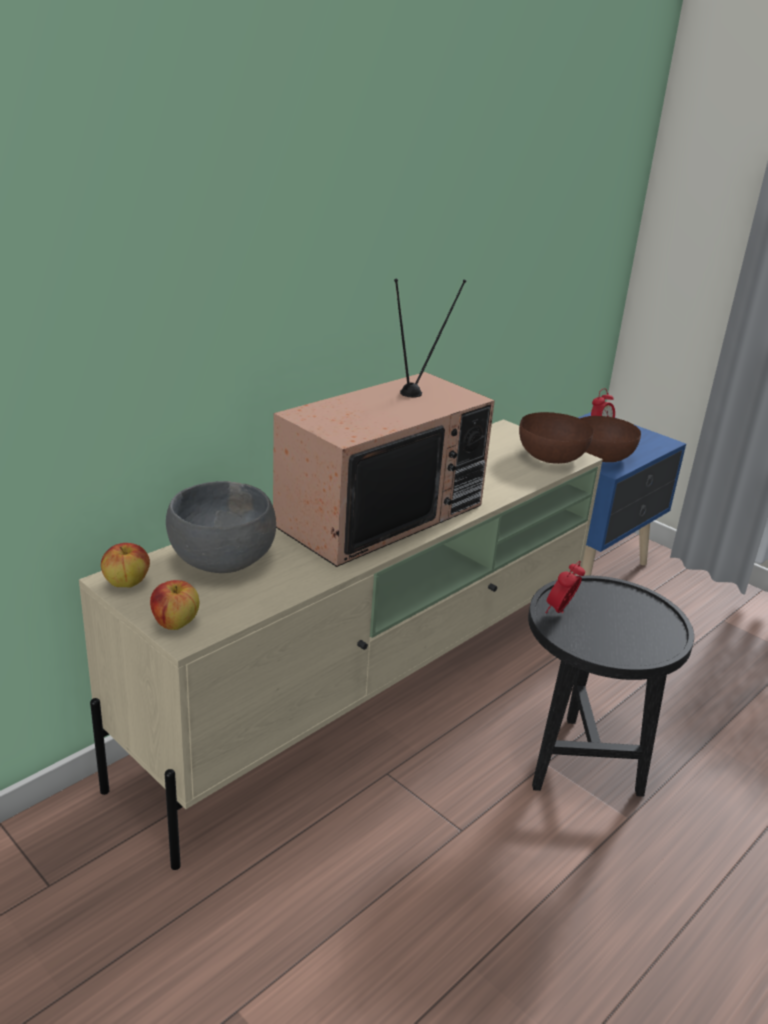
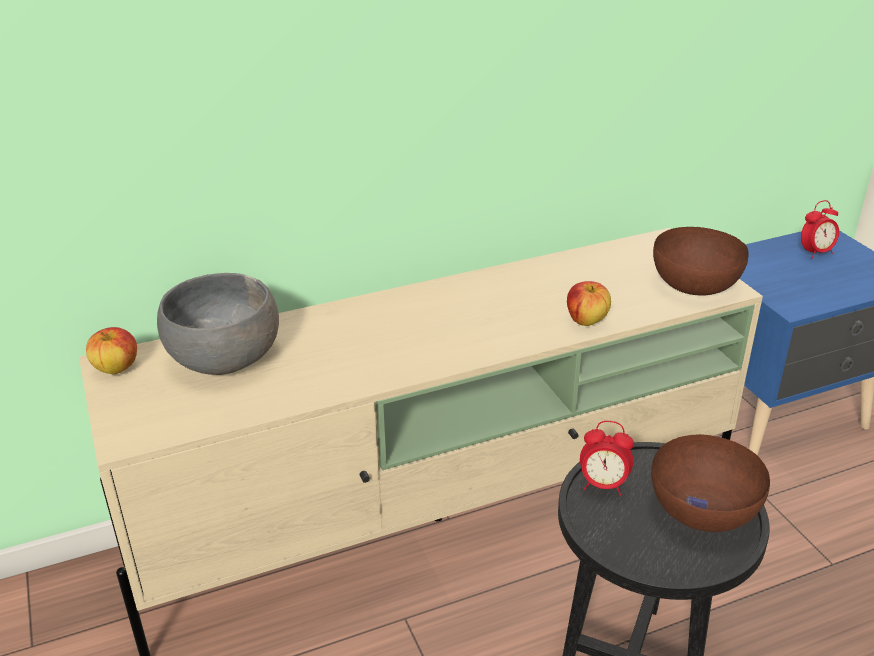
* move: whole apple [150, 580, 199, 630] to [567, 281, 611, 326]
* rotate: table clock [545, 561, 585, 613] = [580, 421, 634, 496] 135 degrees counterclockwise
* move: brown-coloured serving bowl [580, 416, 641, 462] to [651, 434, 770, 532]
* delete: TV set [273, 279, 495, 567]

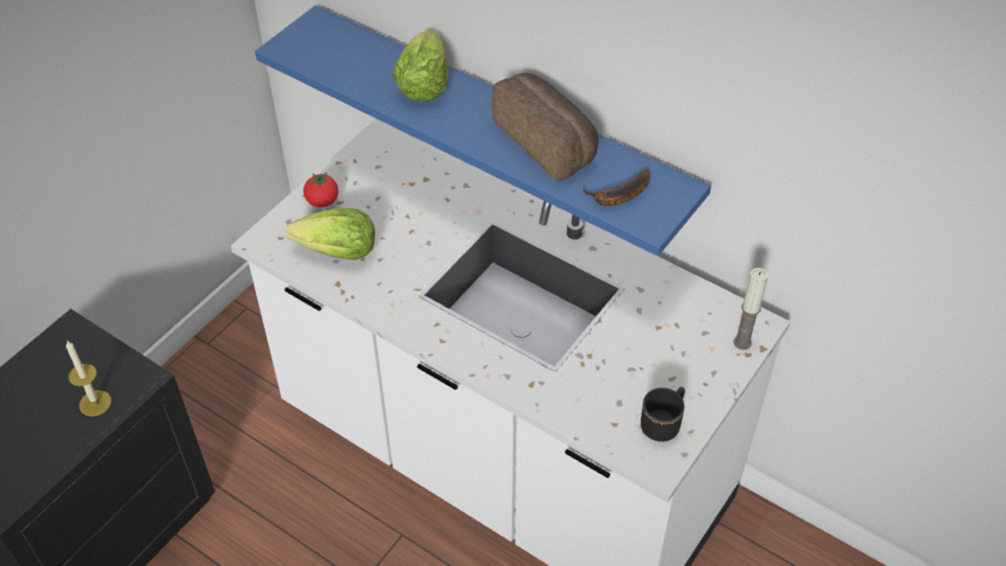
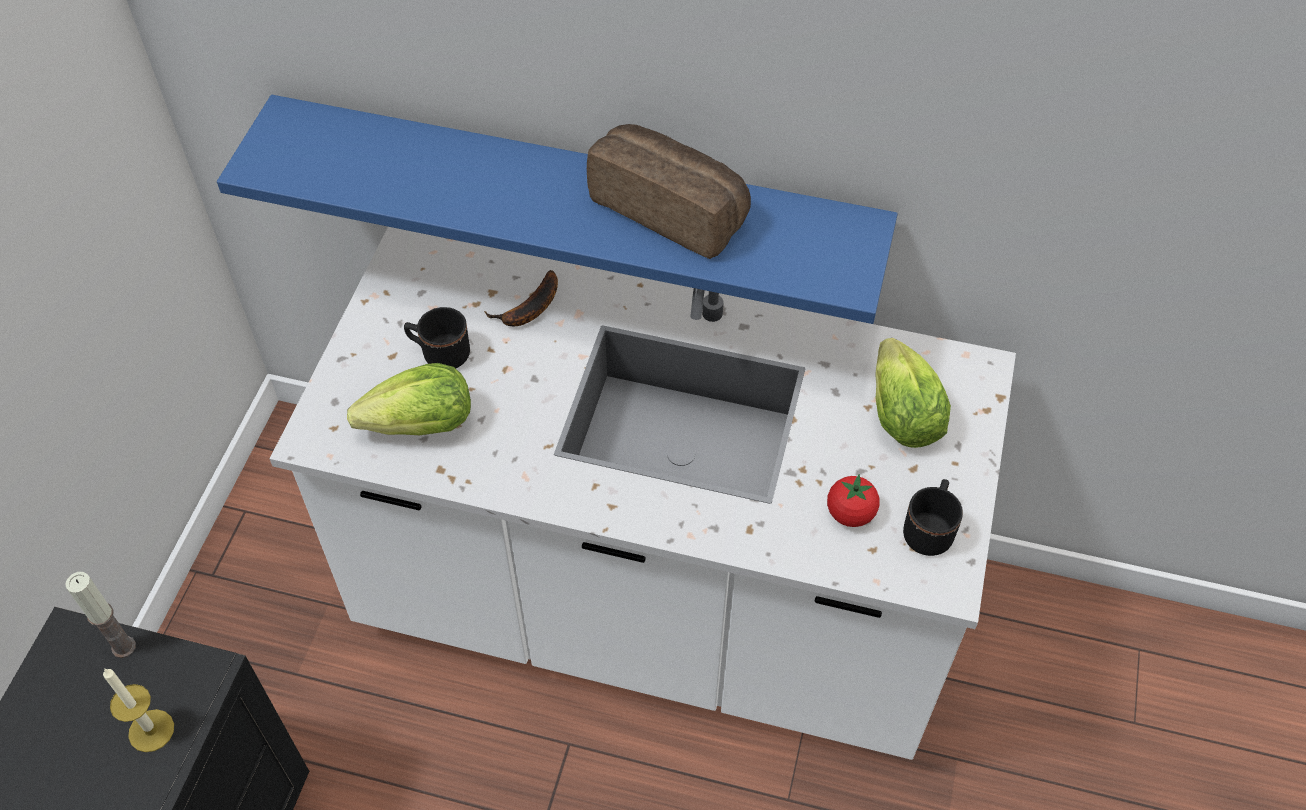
* move: wax light [733, 268, 768, 350] to [65, 572, 136, 658]
* insert: blackish mug [404, 307, 470, 368]
* move: banana fruit [582, 170, 650, 206] to [484, 270, 558, 326]
* move: whole tomato [303, 172, 338, 207] to [827, 474, 879, 527]
* move: lettuce [393, 29, 448, 102] to [875, 338, 951, 448]

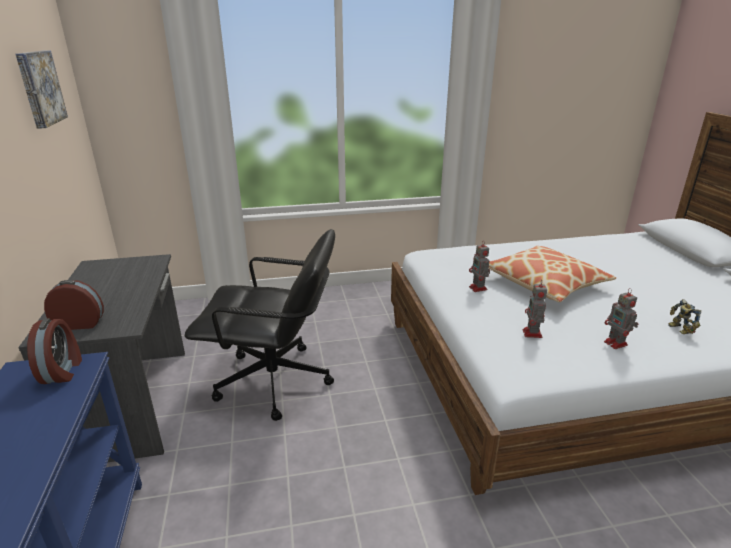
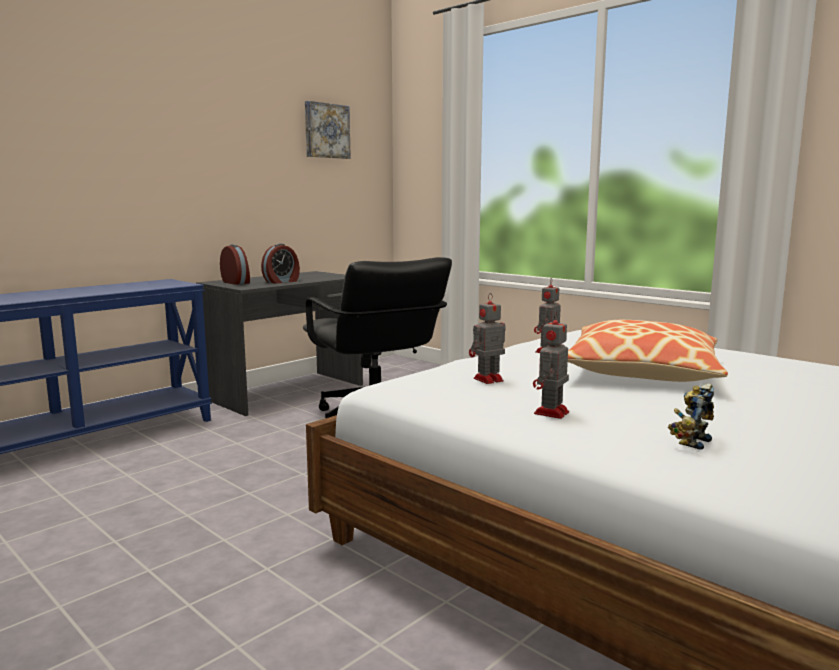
* move: table clock [27, 318, 82, 384] to [261, 244, 300, 284]

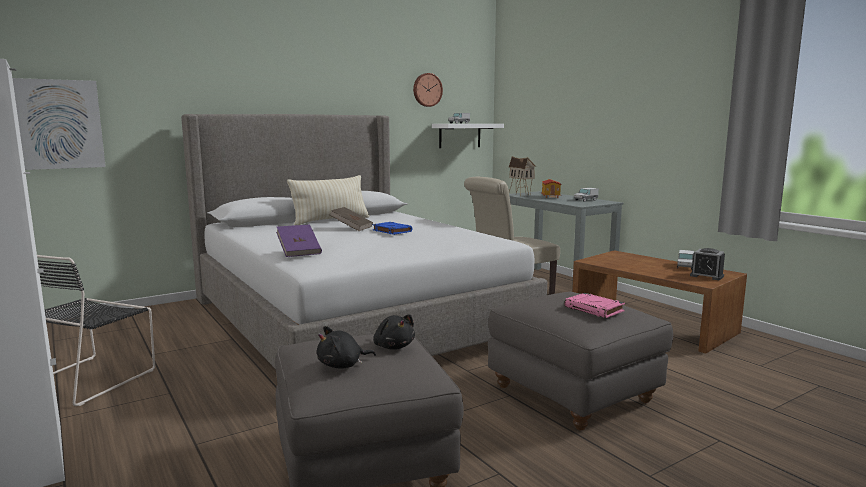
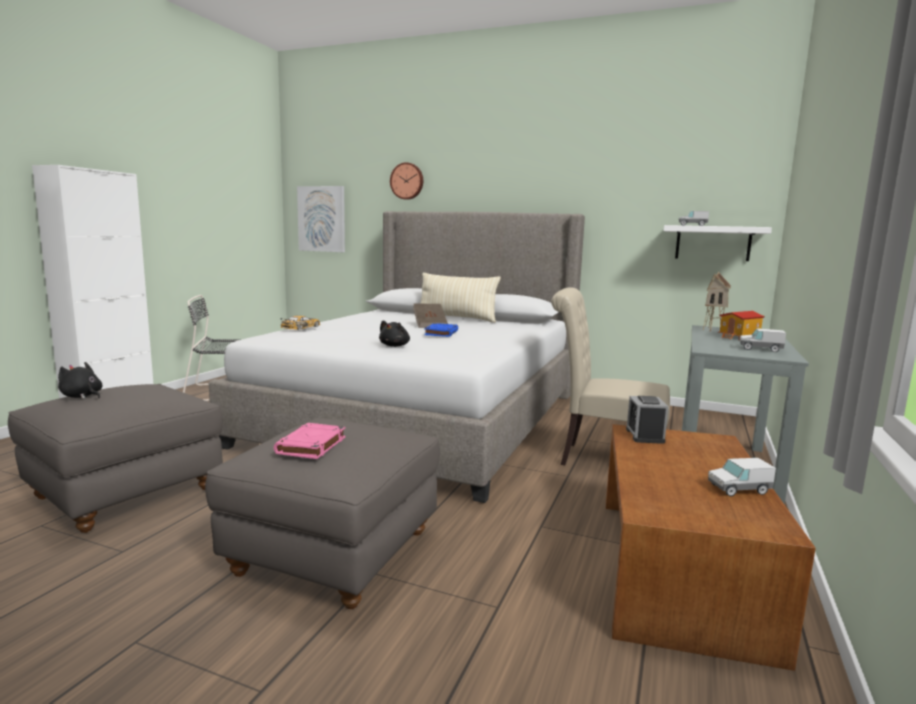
* replace: purplish bound book [276, 224, 322, 257] to model car [280, 316, 320, 330]
* move: blackish soft toy [373, 314, 415, 350] to [379, 320, 410, 347]
* move: hanging clock [413, 73, 443, 107] to [390, 162, 423, 200]
* move: table clock [690, 248, 725, 280] to [626, 396, 668, 444]

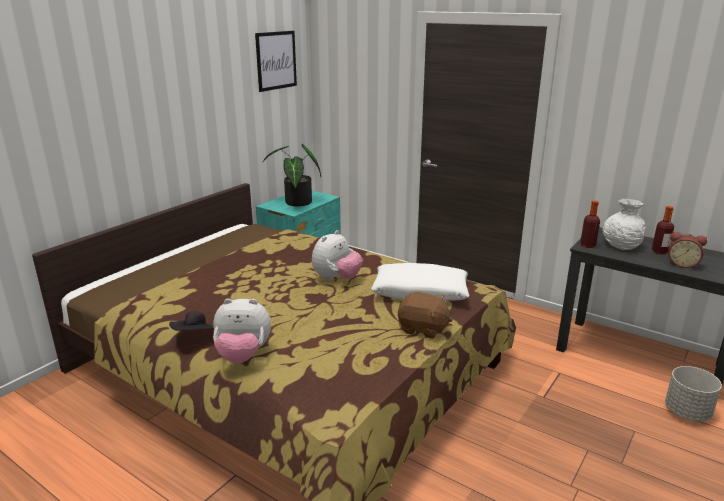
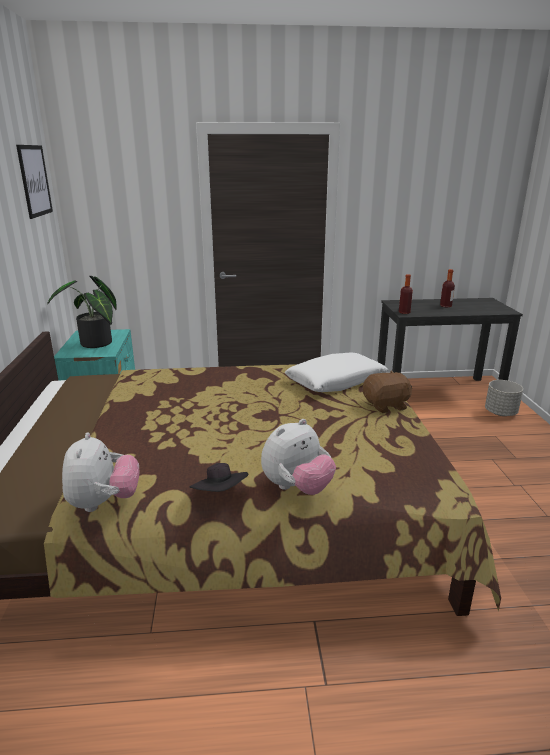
* move: soft toy [312, 230, 363, 281] to [62, 433, 139, 512]
* delete: white decorative vase [602, 199, 646, 250]
* delete: table clock [668, 232, 707, 268]

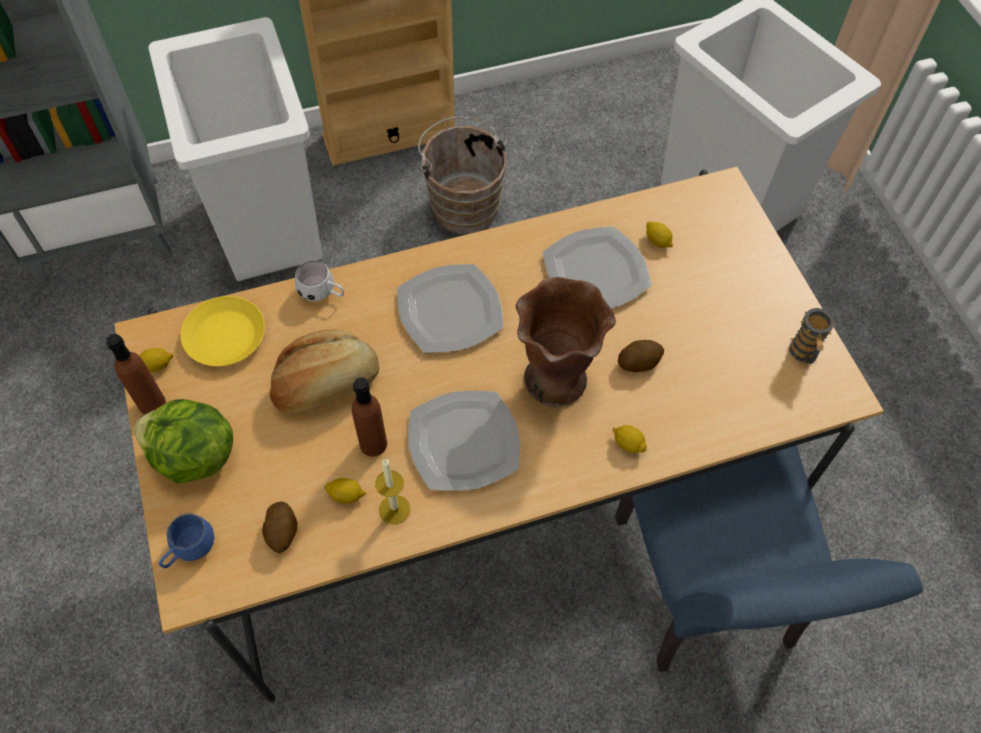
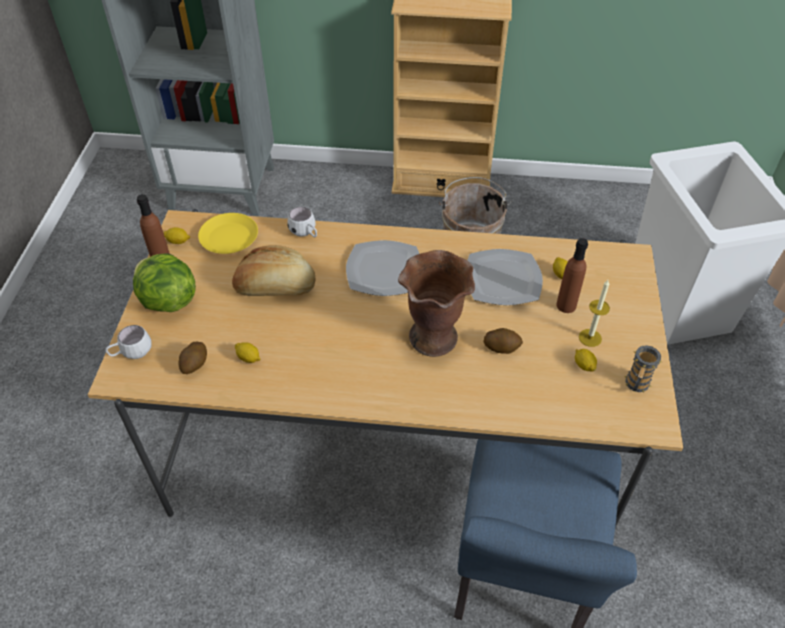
* recolor: blue-coloured mug [159, 514, 214, 568] to white mug [106, 325, 152, 359]
* move: brown-coloured drink bottle [352, 377, 387, 457] to [556, 238, 588, 313]
* move: lemon [613, 425, 647, 453] to [575, 349, 597, 372]
* move: wax light [375, 459, 410, 524] to [579, 280, 610, 347]
* delete: white waste bin [149, 17, 323, 281]
* delete: flat dish [408, 391, 520, 491]

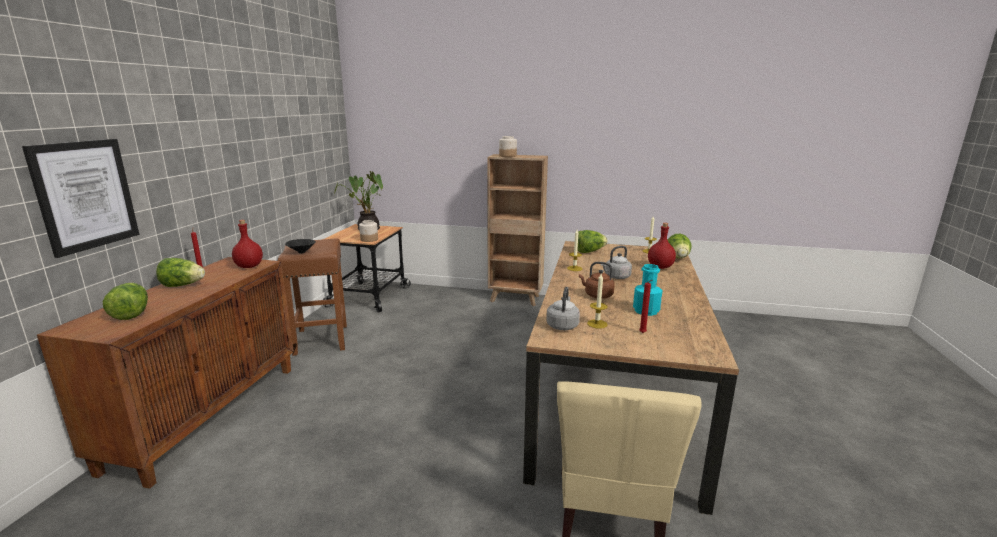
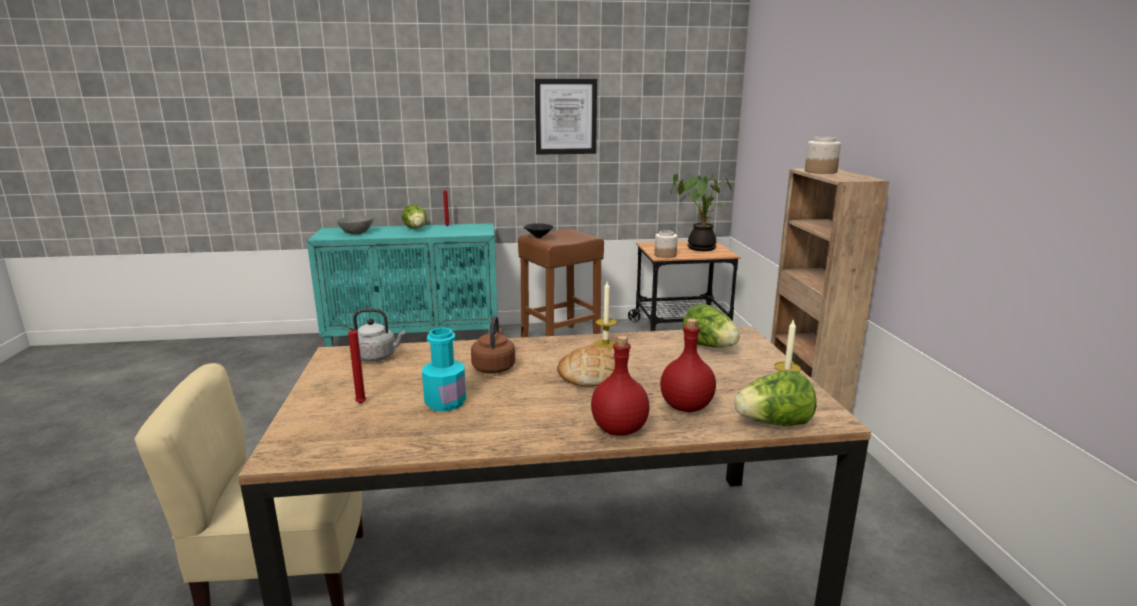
* recolor: brown-coloured cupboard [37, 257, 294, 489] to turquoise-coloured cupboard [307, 223, 498, 347]
* replace: lettuce [103, 283, 148, 320] to gray serving bowl [337, 215, 373, 234]
* move: picture [22, 139, 139, 258] to [535, 79, 597, 155]
* replace: gray water kettle [601, 246, 632, 279] to bread [557, 345, 615, 386]
* move: red drink bottle [232, 220, 263, 268] to [591, 335, 649, 436]
* delete: wax light [587, 274, 608, 329]

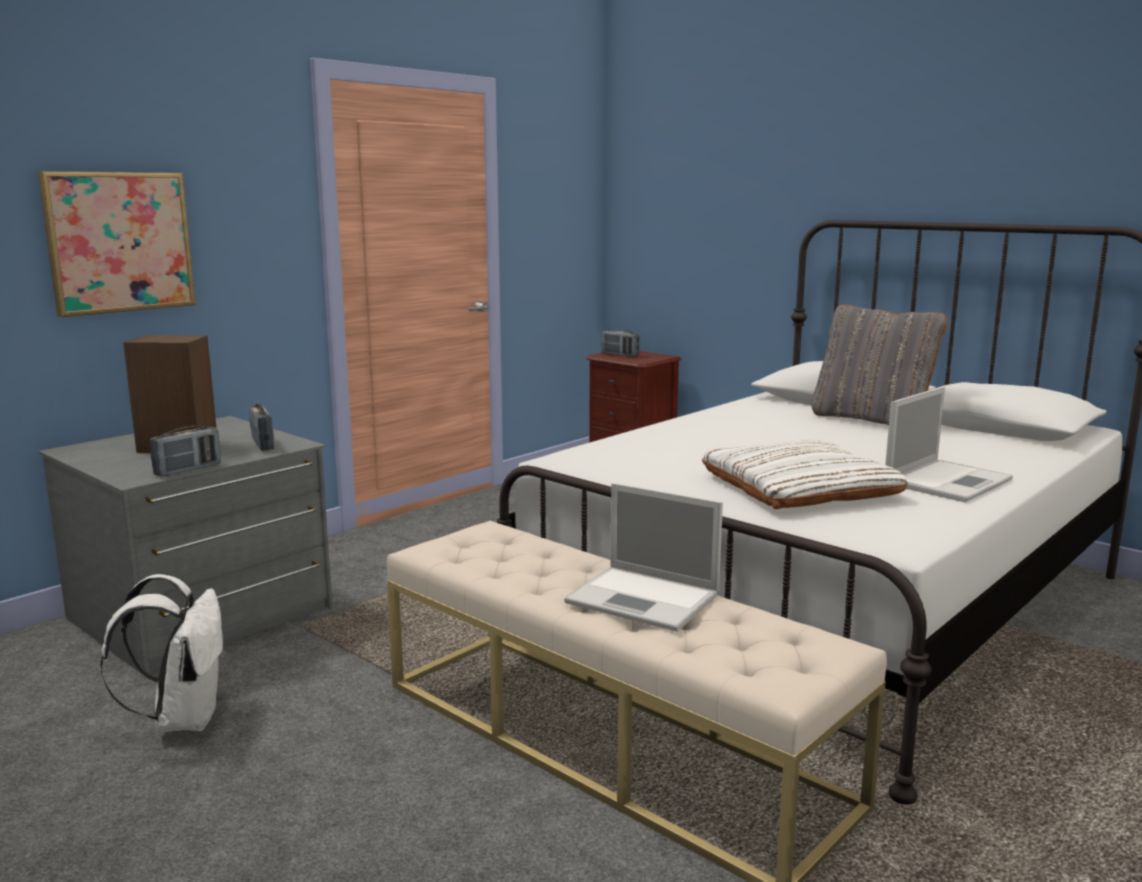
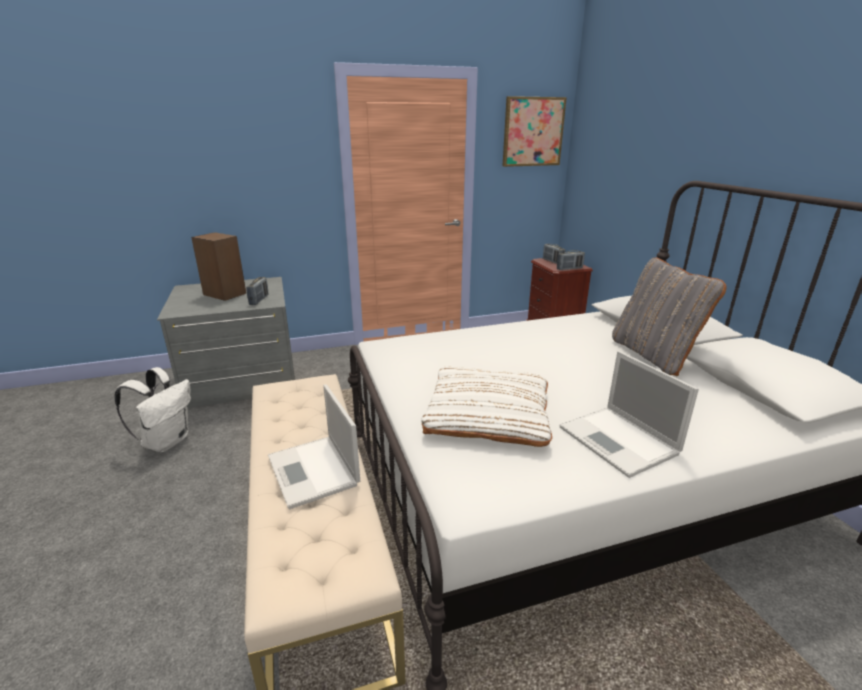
* move: picture [38, 171, 196, 317] to [503, 96, 567, 167]
* move: radio set [150, 426, 221, 476] to [557, 250, 585, 270]
* rotate: portable computer [885, 387, 1013, 502] = [560, 351, 699, 478] 75 degrees clockwise

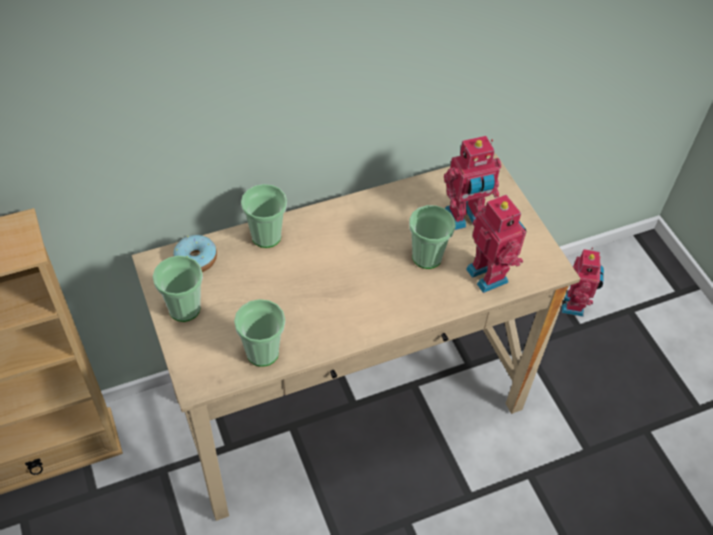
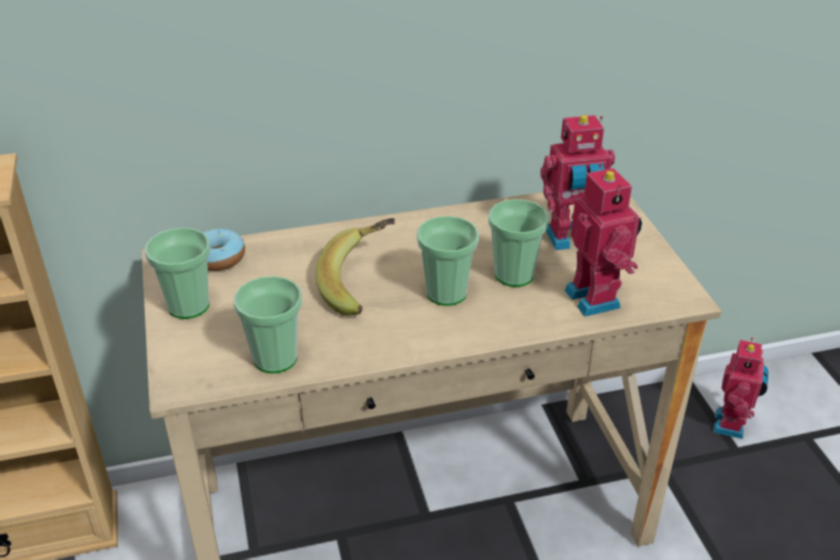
* insert: banana fruit [316, 218, 395, 316]
* move: drinking cup [241, 184, 287, 248] to [417, 216, 479, 306]

